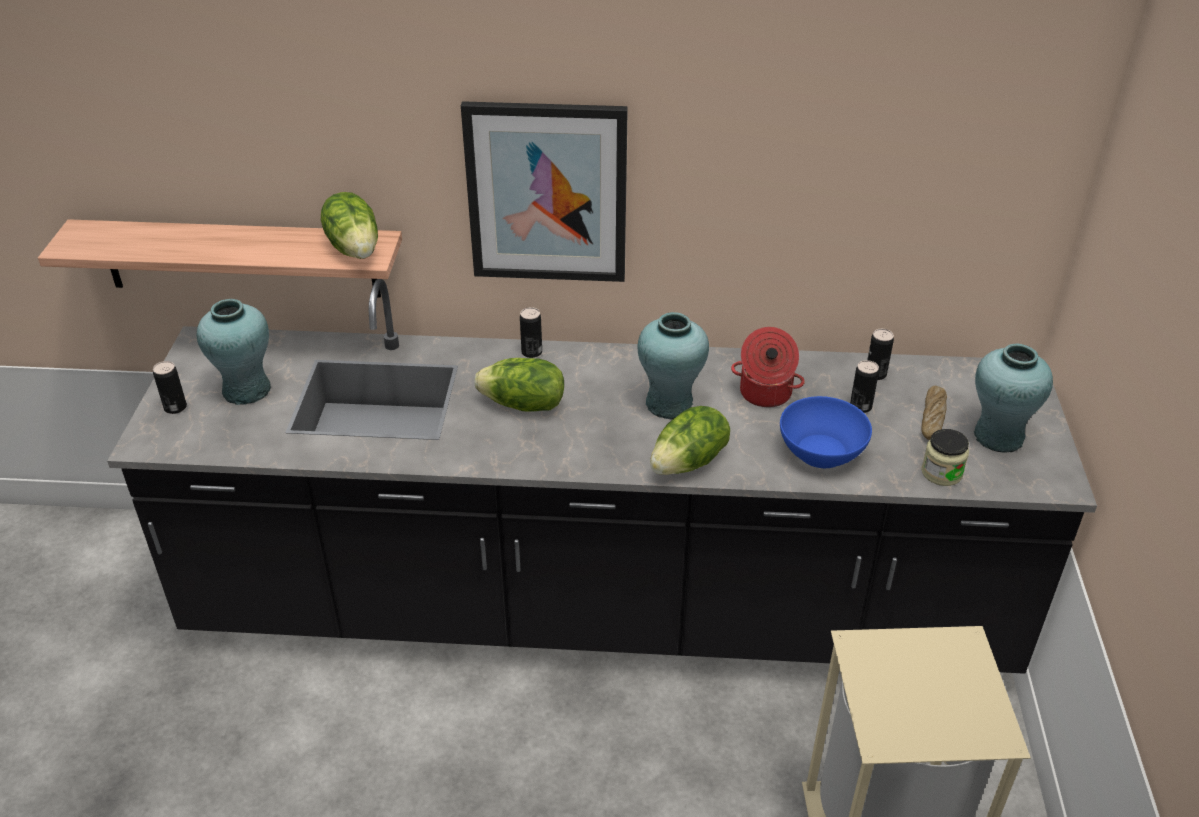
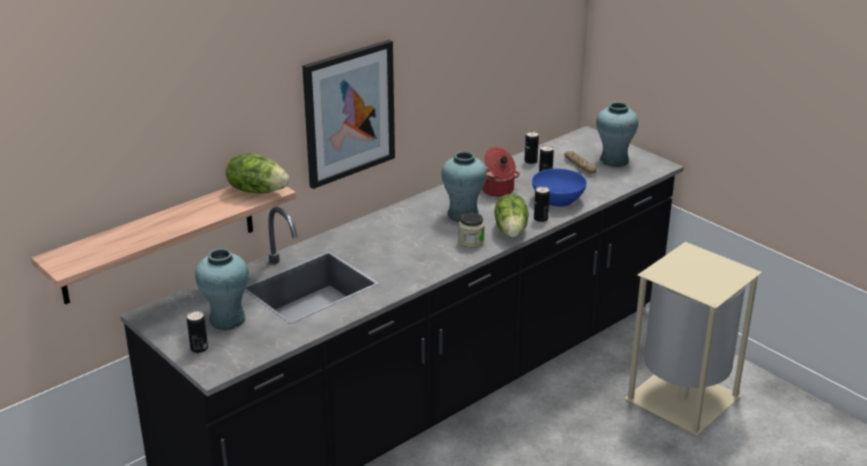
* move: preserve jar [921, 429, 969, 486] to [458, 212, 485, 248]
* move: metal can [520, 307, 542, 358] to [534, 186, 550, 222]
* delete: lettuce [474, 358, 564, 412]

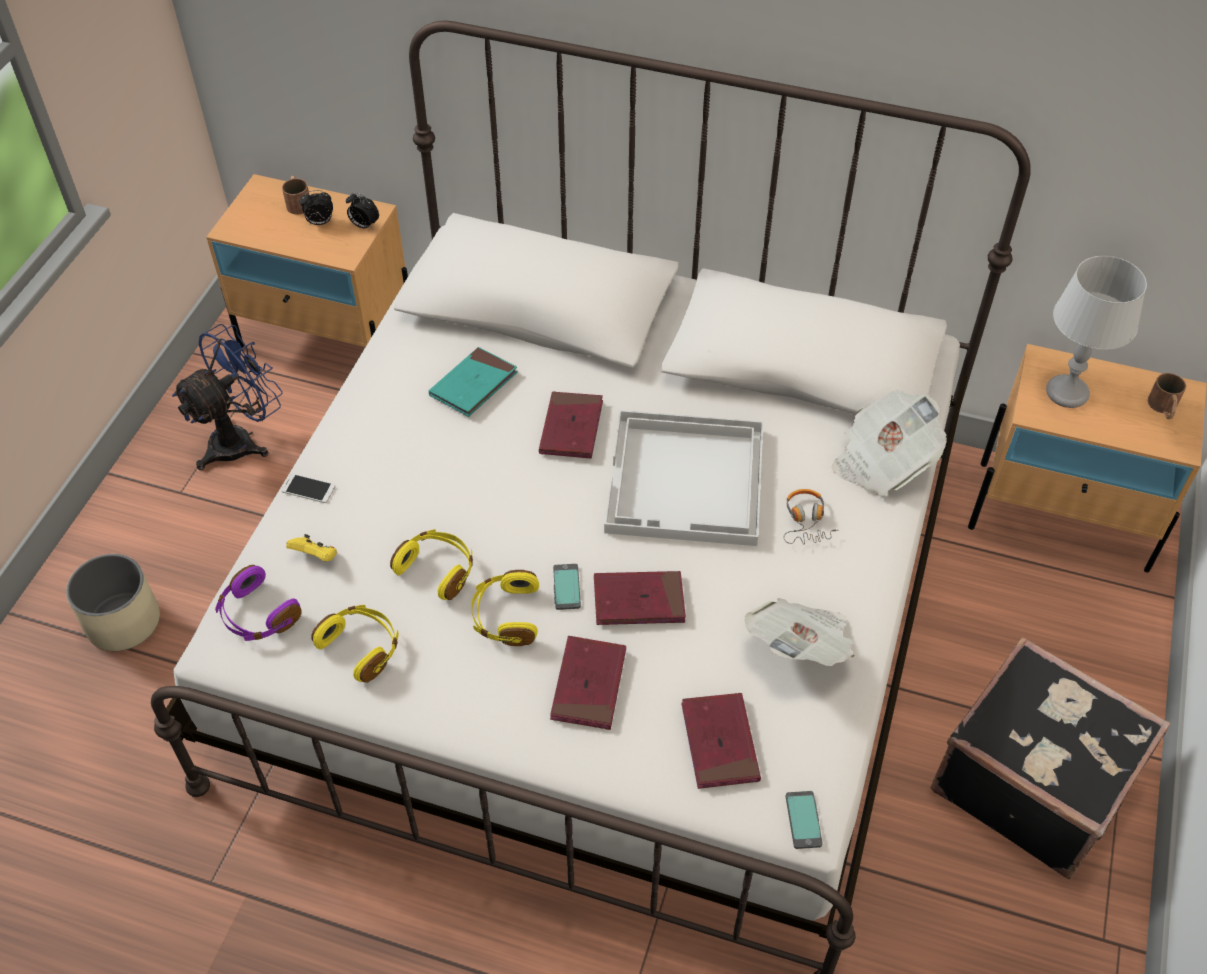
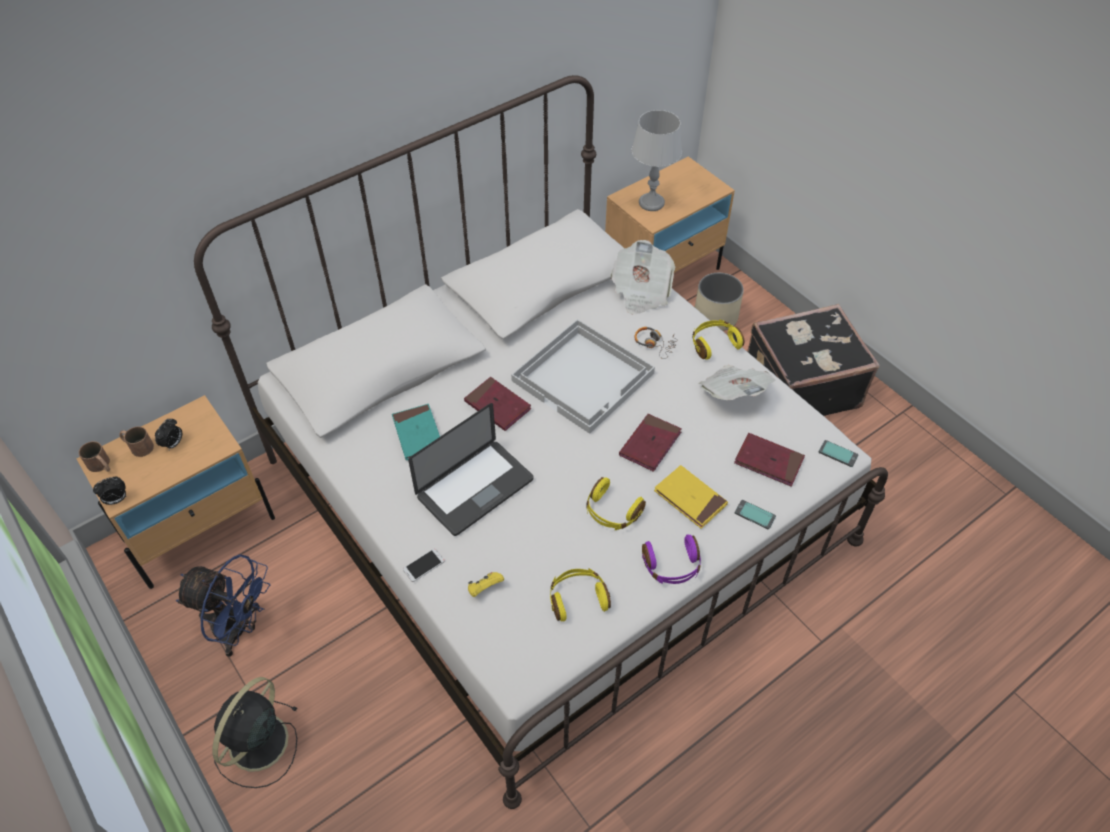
* move: brown-coloured mug [1148, 373, 1186, 419] to [79, 441, 110, 472]
* move: table clock [346, 192, 379, 229] to [93, 476, 127, 505]
* rotate: blue-coloured fan [172, 324, 283, 470] = [176, 554, 270, 657] 120 degrees clockwise
* insert: blackish fan [212, 677, 298, 788]
* insert: portable computer [408, 403, 534, 536]
* move: purplish headset [215, 565, 302, 641] to [642, 534, 701, 584]
* recolor: red bound book [550, 636, 626, 730] to yellow-coloured bound book [654, 465, 728, 529]
* move: yellow-coloured headset [390, 529, 473, 600] to [692, 319, 744, 360]
* move: sand-coloured planter [66, 554, 160, 651] to [695, 273, 744, 331]
* move: telephone [553, 564, 581, 610] to [735, 500, 776, 529]

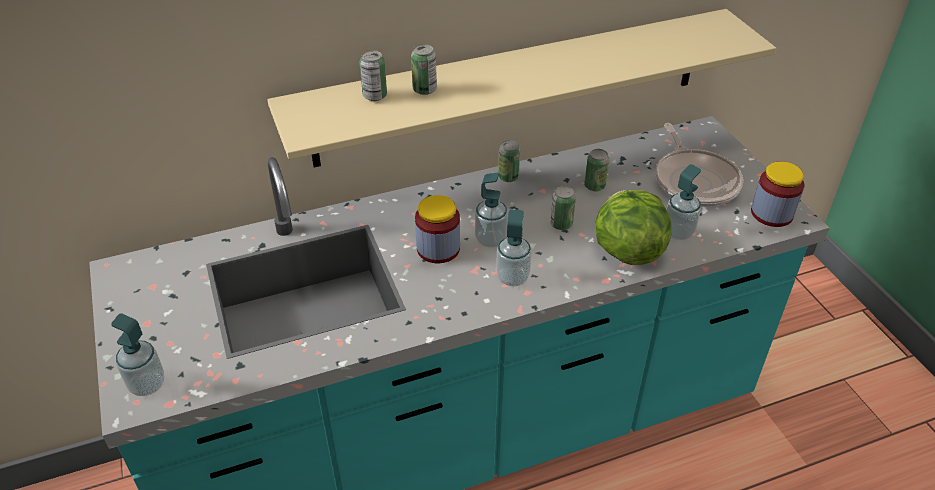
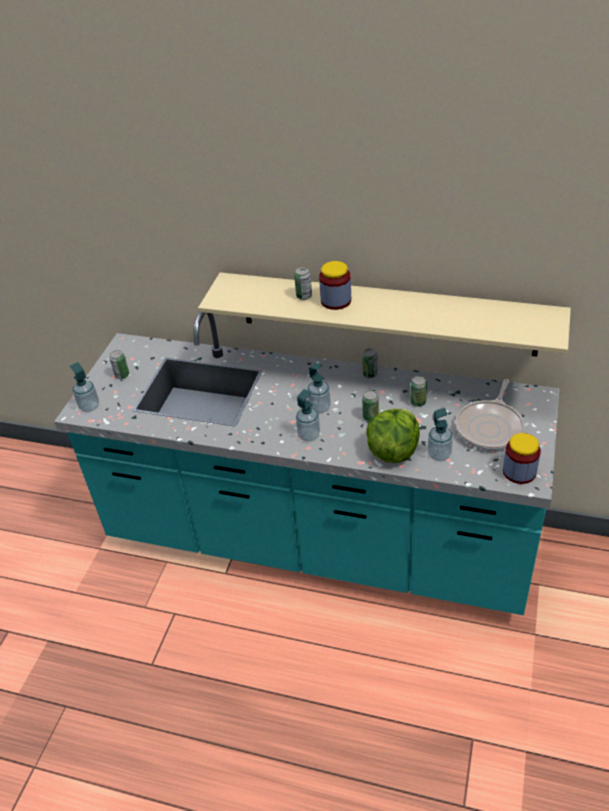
* move: metal can [359, 50, 387, 101] to [110, 350, 129, 379]
* move: preserve jar [415, 195, 460, 263] to [319, 261, 351, 310]

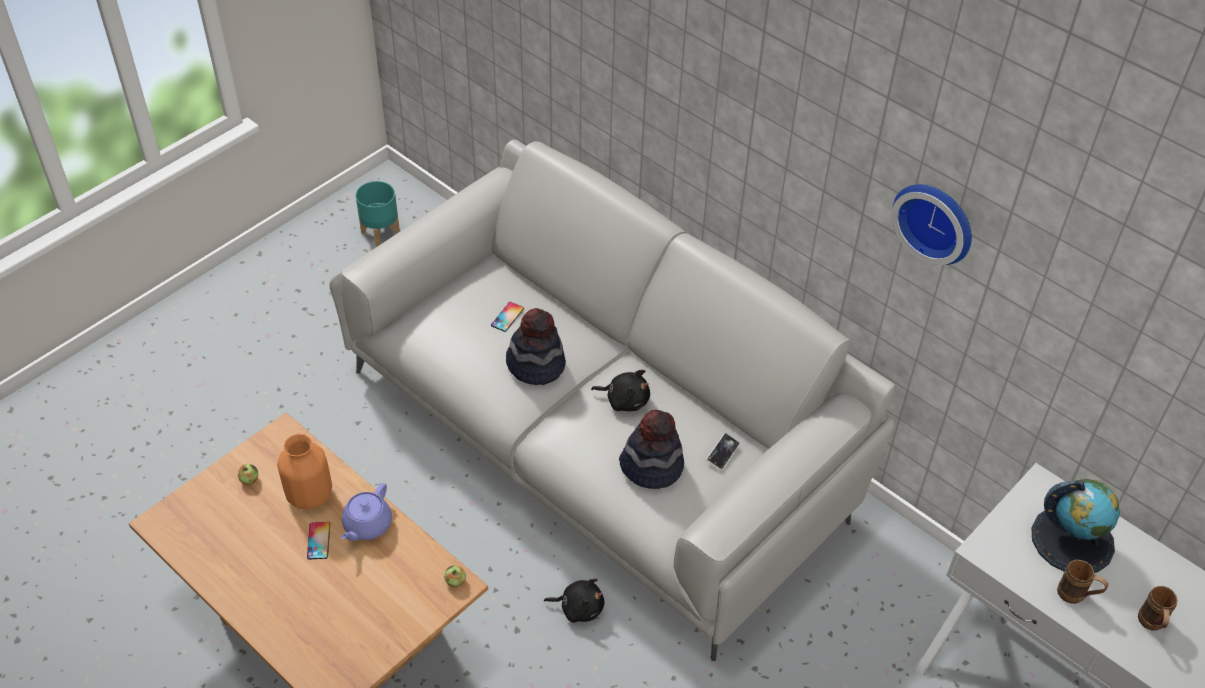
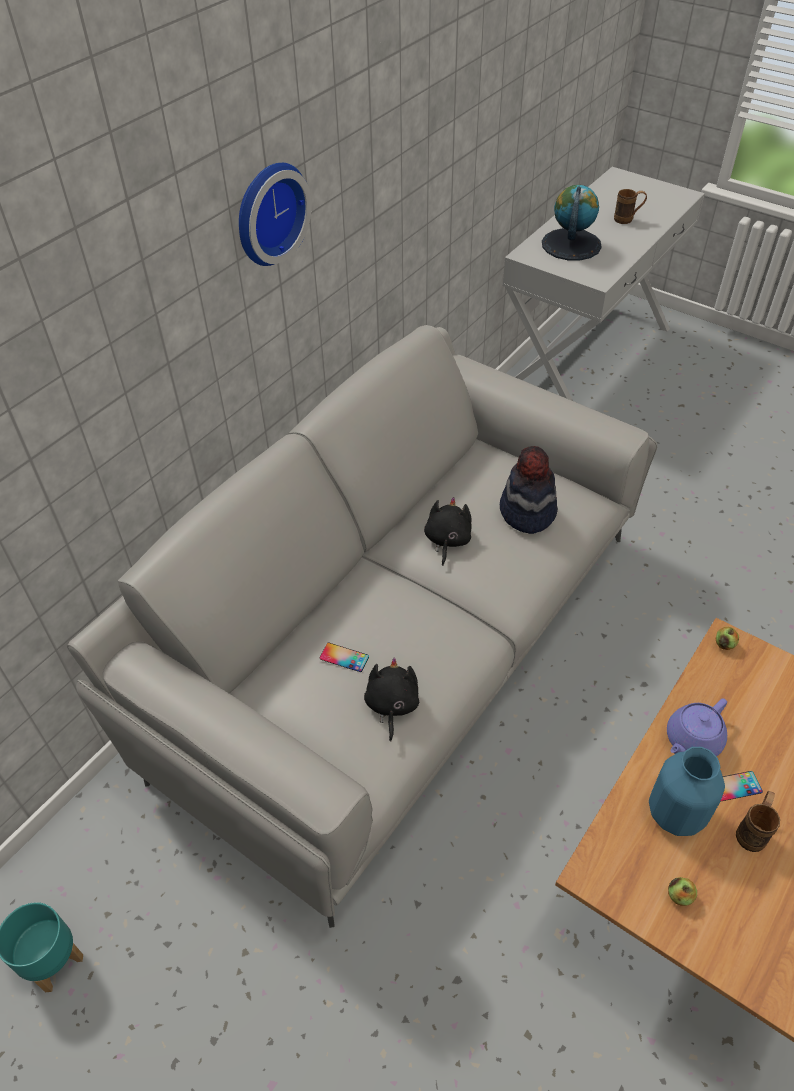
* move: hanging clock [892, 184, 972, 265] to [239, 163, 312, 266]
* move: blackish soft toy [544, 579, 604, 623] to [364, 657, 419, 742]
* recolor: orange-coloured decorative vase [277, 434, 332, 510] to blue-coloured decorative vase [649, 747, 725, 836]
* rotate: purplish pot for tea [341, 483, 392, 541] = [667, 698, 727, 756] 120 degrees clockwise
* move: brown-coloured mug [1057, 559, 1108, 604] to [736, 791, 780, 852]
* delete: clothing hat [506, 308, 566, 385]
* delete: telephone [707, 433, 740, 470]

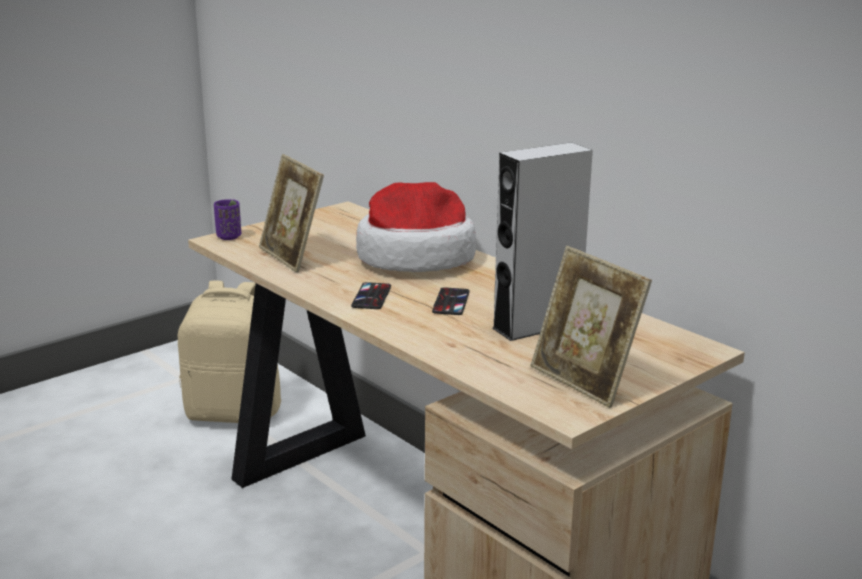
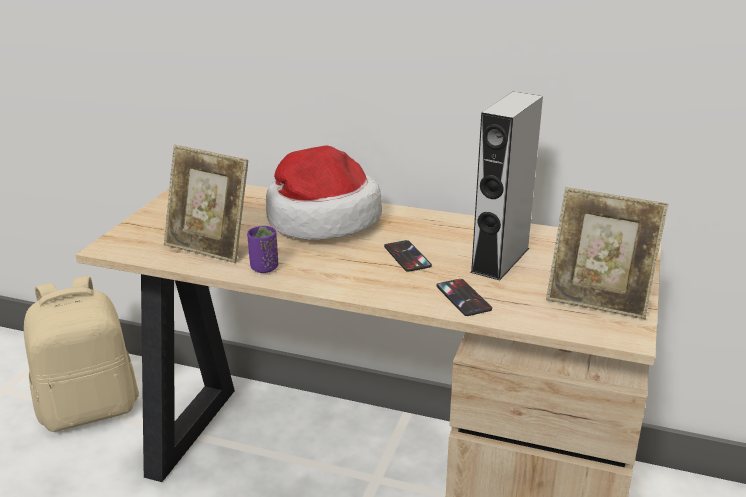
* move: purplish drinking cup [214, 199, 241, 240] to [247, 226, 278, 273]
* move: telephone [351, 282, 391, 309] to [436, 279, 492, 316]

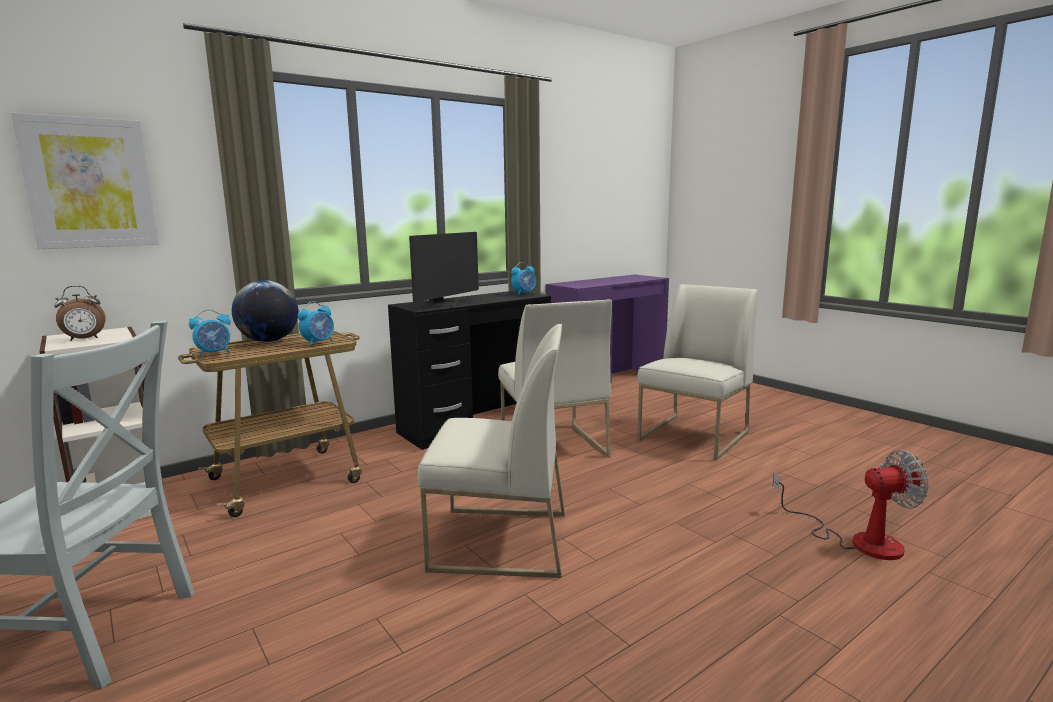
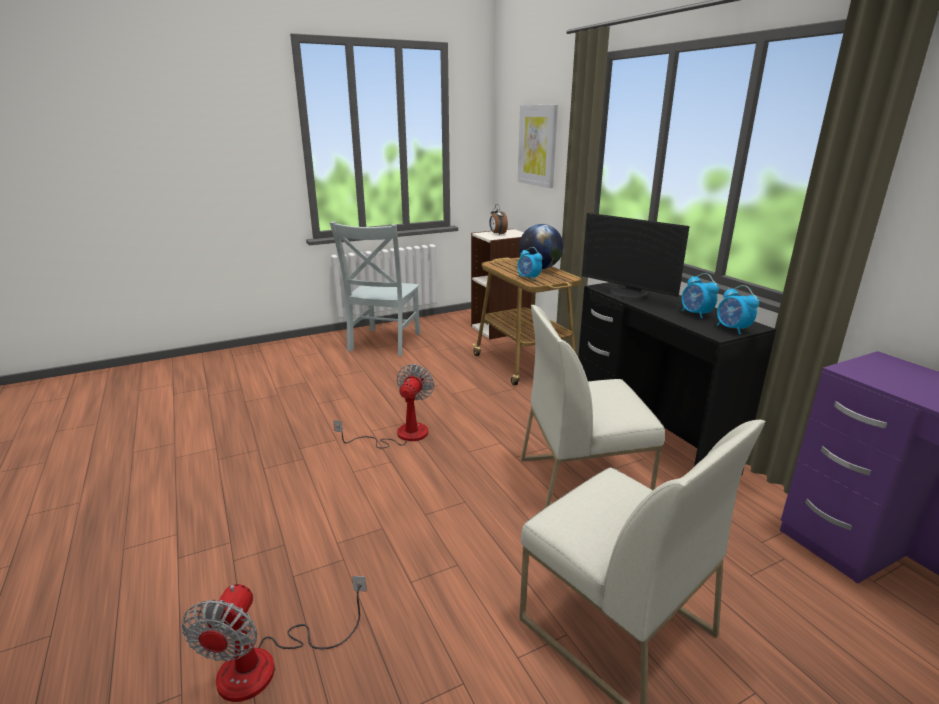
* replace: white plain chair [418, 324, 565, 578] to fan [333, 364, 434, 449]
* move: table clock [189, 309, 231, 357] to [682, 273, 719, 319]

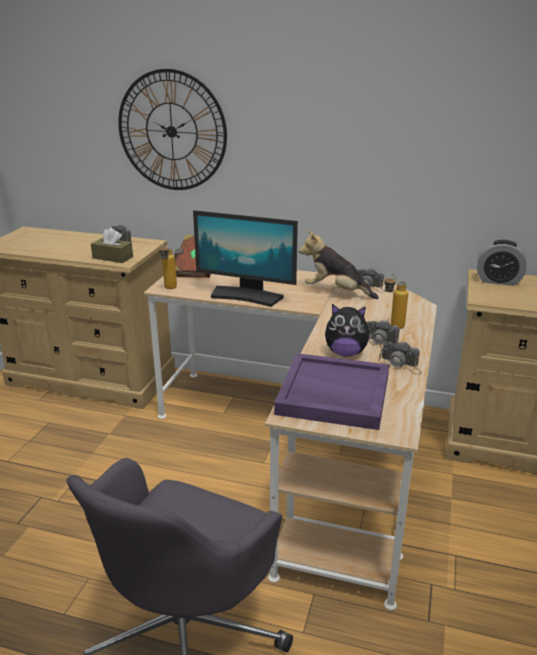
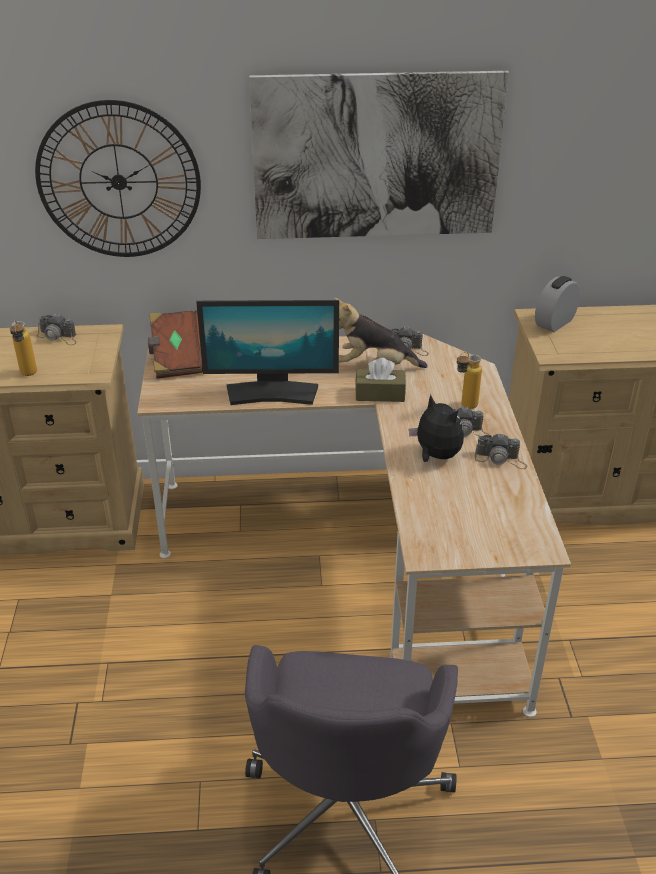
* move: drink bottle [159, 243, 177, 289] to [10, 320, 37, 376]
* insert: picture [249, 71, 509, 239]
* move: brown-coloured tissue holder [91, 228, 133, 263] to [355, 358, 406, 402]
* rotate: soft toy [325, 304, 373, 357] = [409, 394, 464, 462] 120 degrees counterclockwise
* rotate: table clock [477, 240, 527, 286] = [535, 276, 581, 332] 135 degrees clockwise
* delete: purplish carrying tray [274, 353, 389, 430]

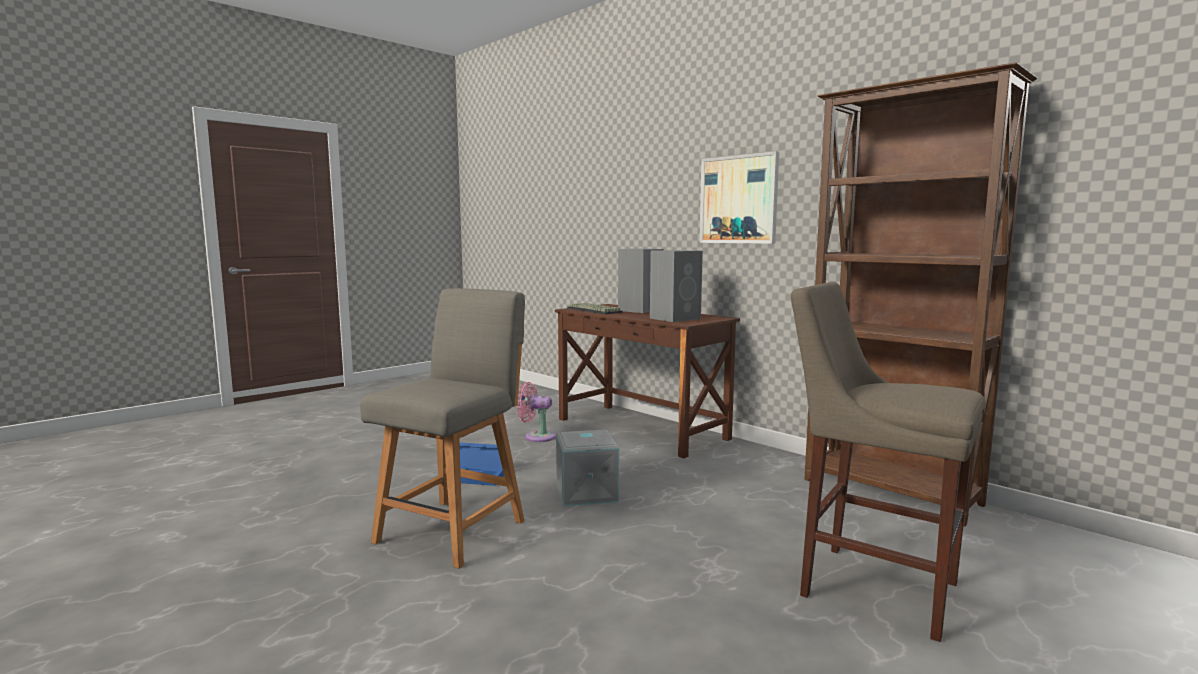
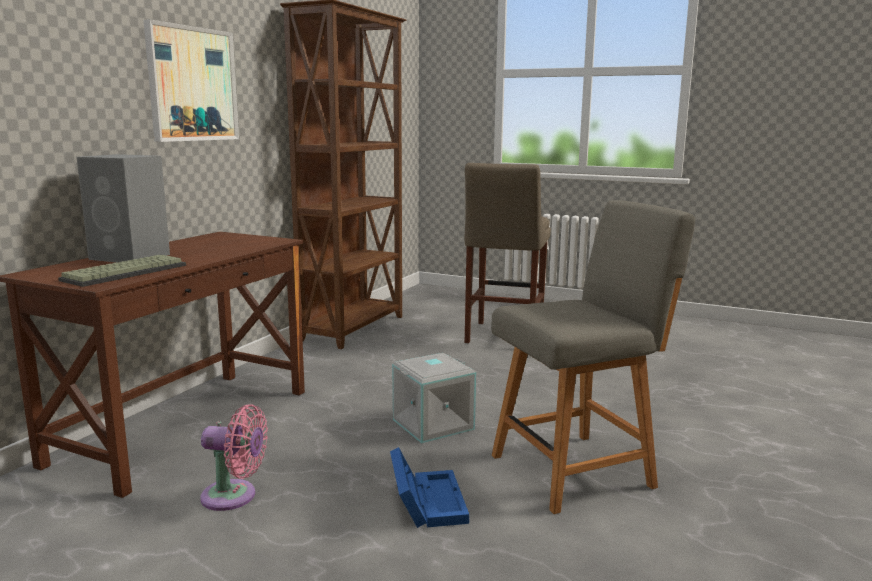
* rotate: pinkish fan [516, 382, 556, 442] = [200, 404, 268, 511] 75 degrees counterclockwise
* rotate: gray plain chair [360, 288, 525, 569] = [491, 200, 695, 514] 150 degrees clockwise
* delete: gray speaker [650, 250, 703, 322]

